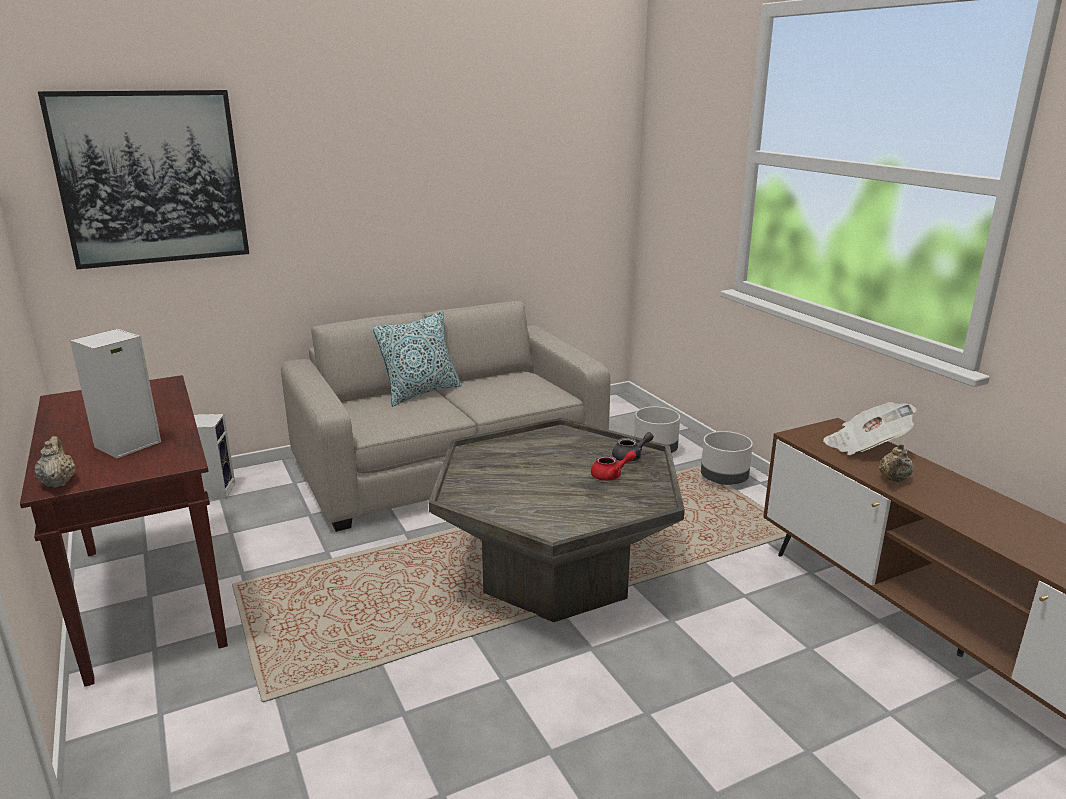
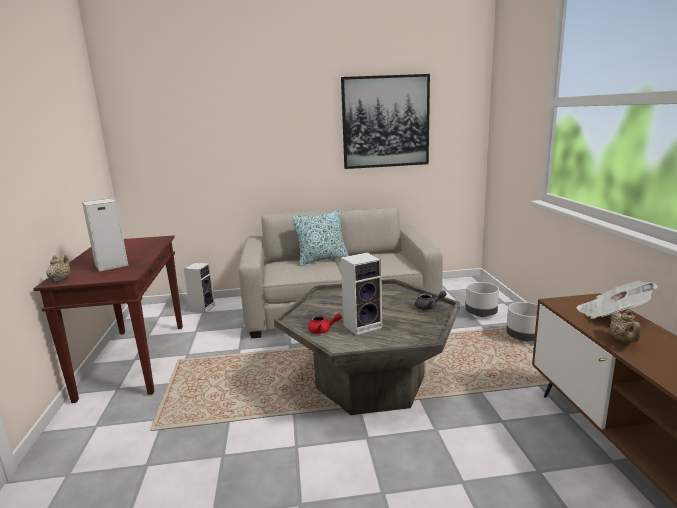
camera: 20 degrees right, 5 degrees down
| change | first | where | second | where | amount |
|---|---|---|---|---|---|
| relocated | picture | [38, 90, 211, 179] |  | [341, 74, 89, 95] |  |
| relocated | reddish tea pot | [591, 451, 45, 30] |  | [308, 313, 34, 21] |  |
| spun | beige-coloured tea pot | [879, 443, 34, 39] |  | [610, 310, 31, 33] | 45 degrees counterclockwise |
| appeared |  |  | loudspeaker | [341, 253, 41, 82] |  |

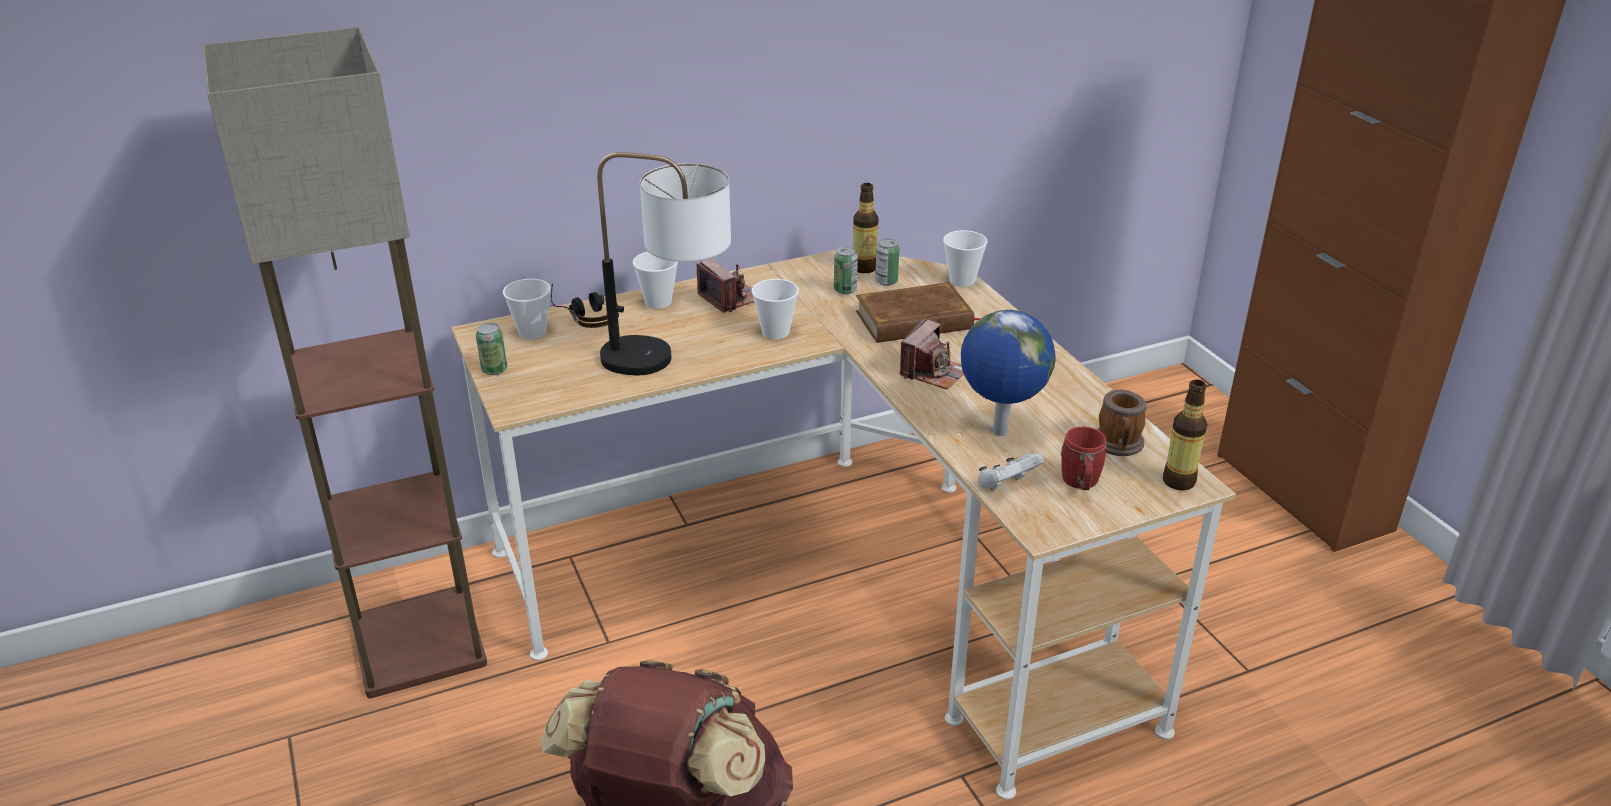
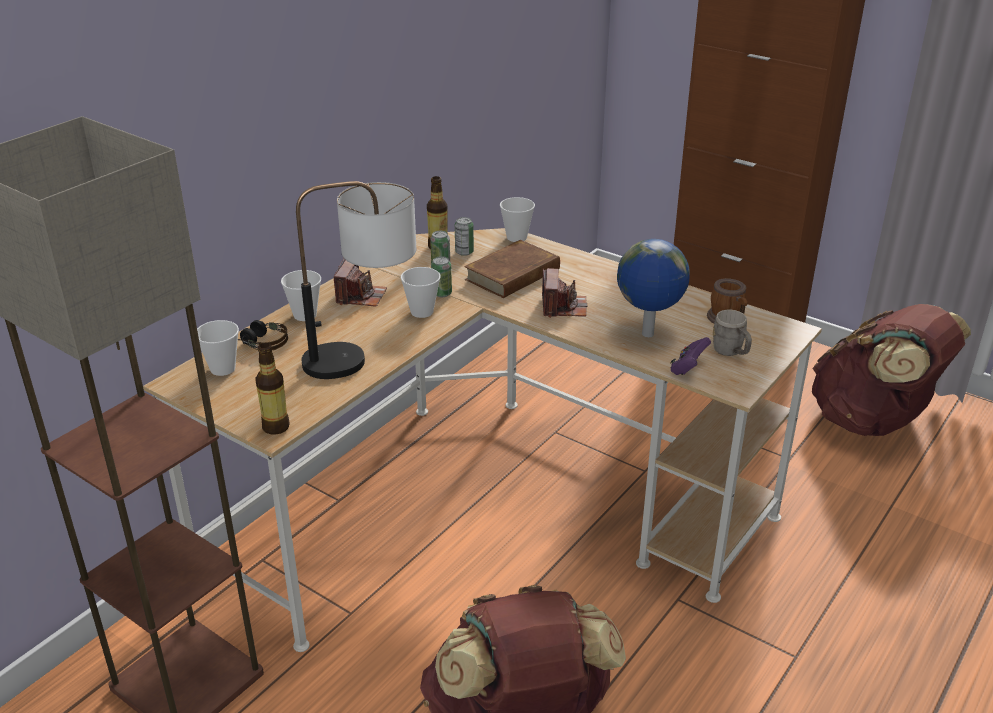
camera: 30 degrees left, 0 degrees up
| change | first | where | second | where | amount |
|---|---|---|---|---|---|
| relocated | sealed can | [476, 323, 31, 52] |  | [431, 256, 21, 41] |  |
| spun | photo camera | [697, 259, 57, 54] |  | [334, 258, 53, 49] | 75 degrees clockwise |
| colour | whitish gamepad | [978, 453, 66, 37] | purple gamepad | [670, 337, 41, 38] |  |
| colour | reddish mug | [1060, 427, 46, 63] | greyish mug | [713, 310, 39, 46] |  |
| relocated | beverage bottle | [1163, 380, 45, 110] |  | [255, 343, 35, 92] |  |
| appeared |  |  | brownish knapsack | [812, 304, 159, 132] |  |

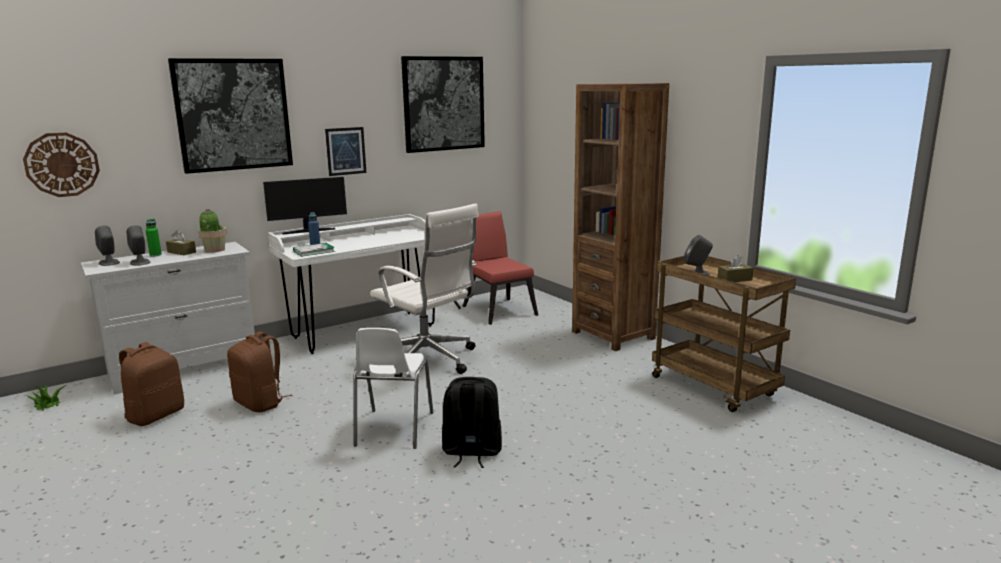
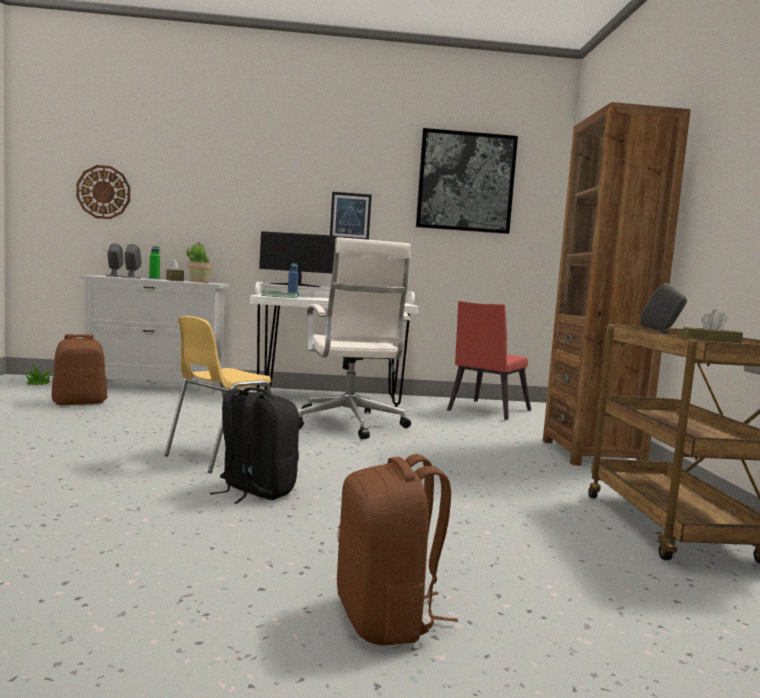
camera: 30 degrees right, 10 degrees down
| change | first | where | second | where | amount |
|---|---|---|---|---|---|
| missing | picture | [168, 58, 125, 116] |  |  |  |
| relocated | brownish knapsack | [227, 332, 65, 80] |  | [337, 454, 121, 192] |  |
| colour | whitish upright chair | [354, 328, 79, 121] | yellowish upright chair | [164, 316, 107, 157] |  |
| spun | reddish upright chair | [463, 211, 75, 114] |  | [447, 301, 84, 119] | 150 degrees counterclockwise |

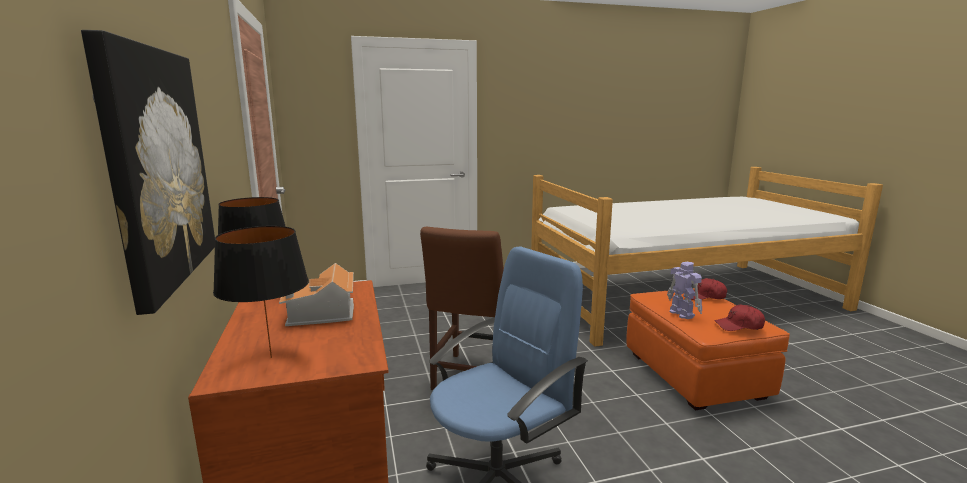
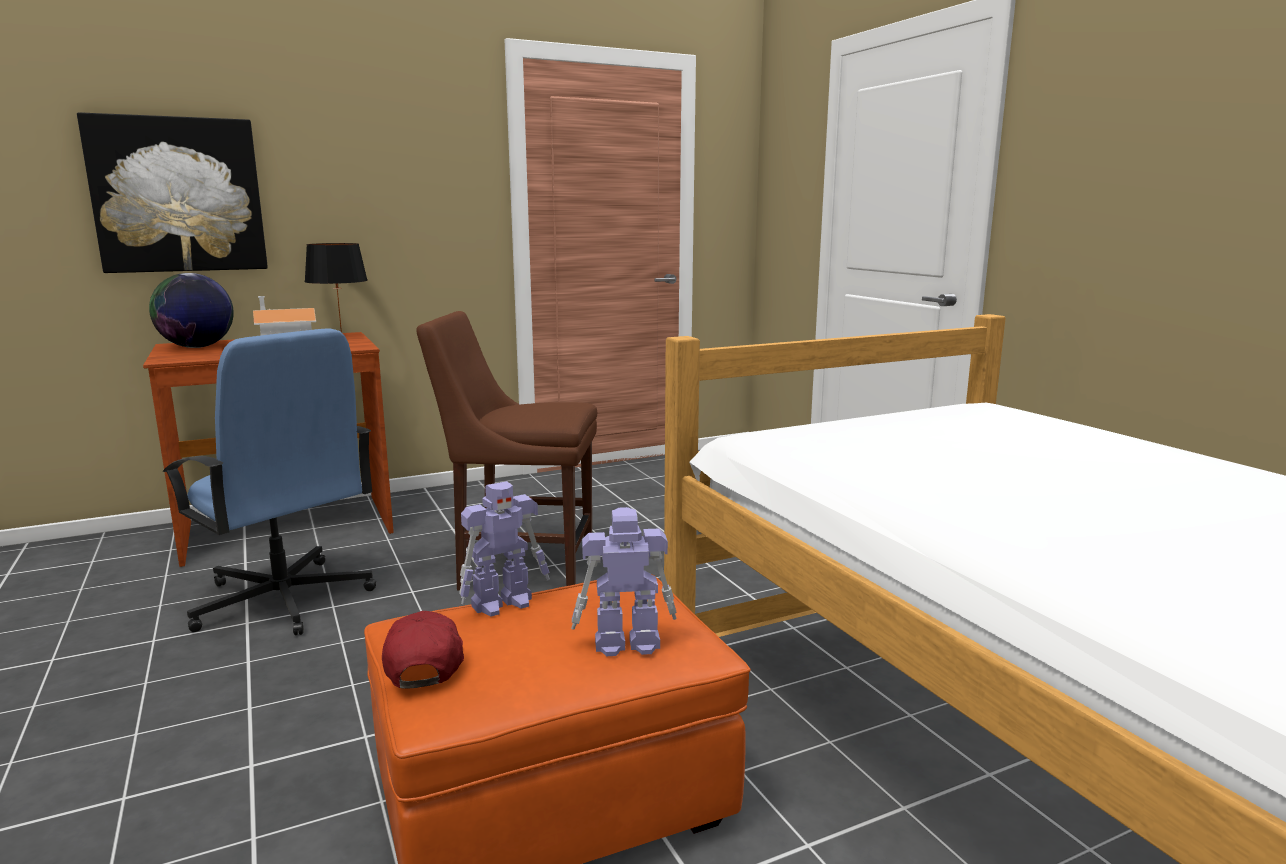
camera: 80 degrees right, 0 degrees up
| change | first | where | second | where | amount |
|---|---|---|---|---|---|
| exchanged | black table lamp | [213, 226, 96, 132] | world globe | [149, 273, 85, 75] |  |
| exchanged | reddish baseball cap | [692, 278, 35, 22] | model robot | [571, 507, 106, 149] |  |

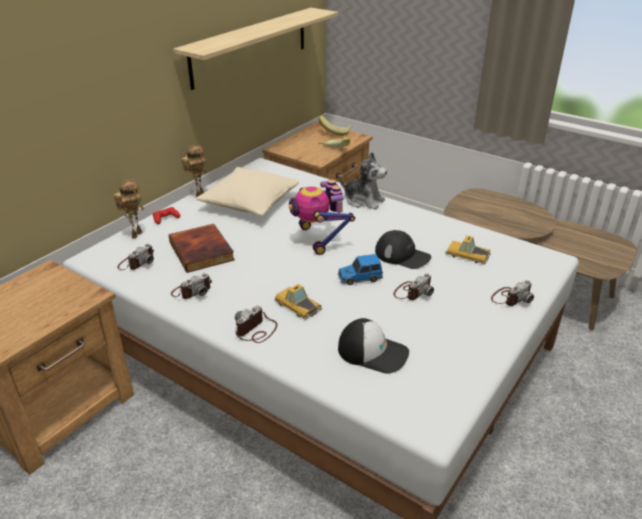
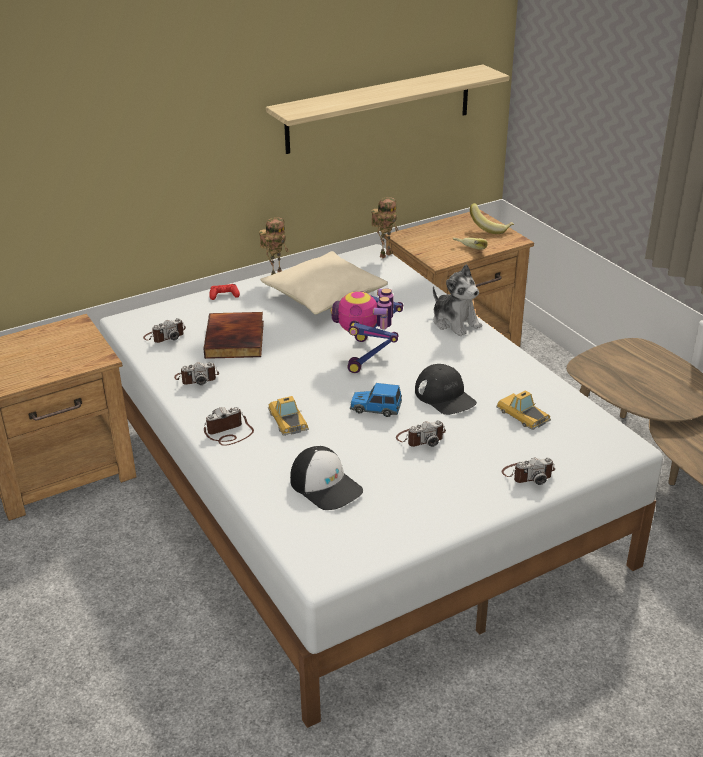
camera: 25 degrees right, 0 degrees up
| change | first | where | second | where | amount |
|---|---|---|---|---|---|
| relocated | model robot | [114, 179, 30, 60] |  | [371, 197, 27, 61] |  |

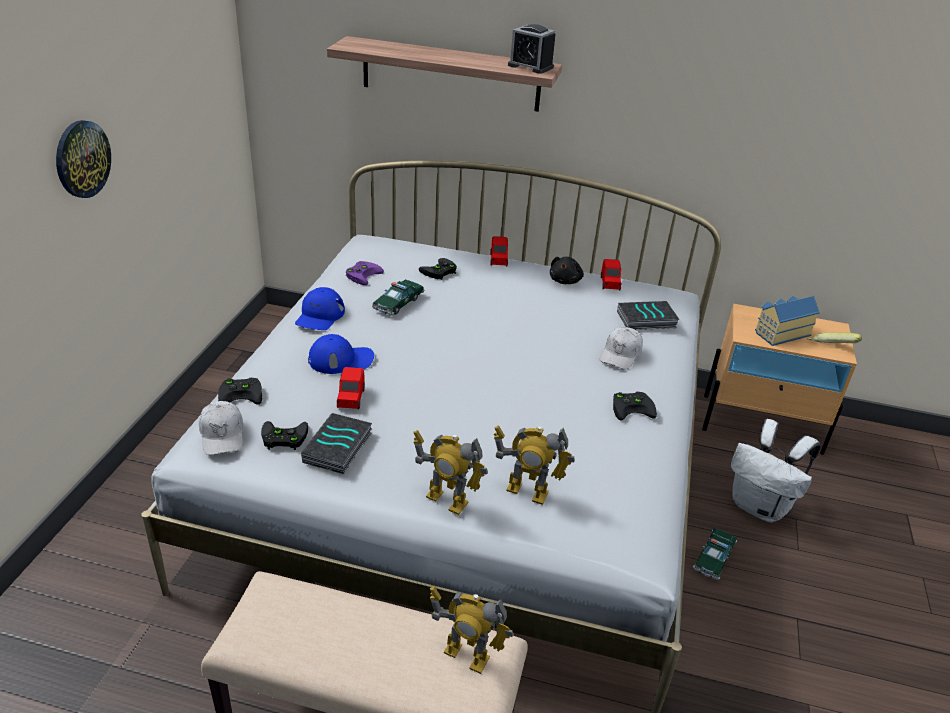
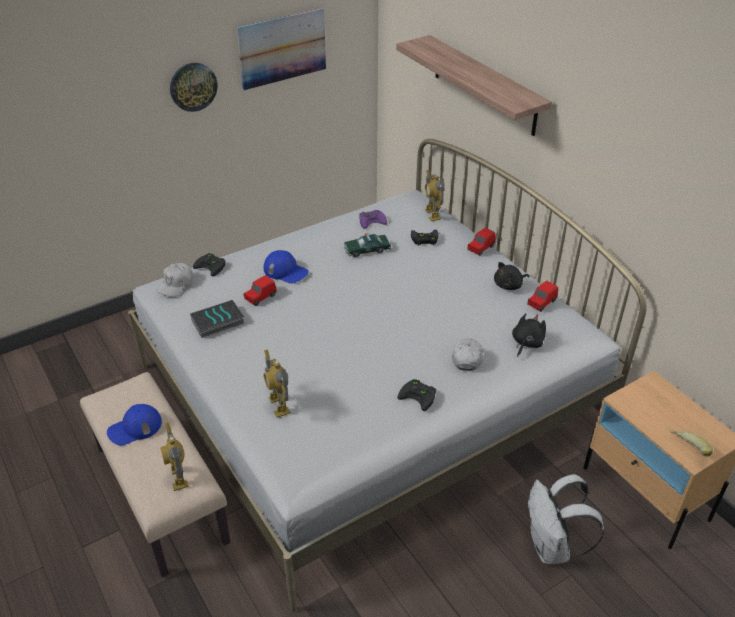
camera: 45 degrees right, 5 degrees up
| change | first | where | second | where | amount |
|---|---|---|---|---|---|
| missing | black gamepad | [261, 421, 47, 29] |  |  |  |
| relocated | bluish baseball cap | [295, 287, 50, 43] |  | [107, 404, 55, 42] |  |
| relocated | model robot | [413, 430, 75, 85] |  | [425, 170, 20, 51] |  |
| missing | bedside clock | [508, 24, 48, 50] |  |  |  |
| spun | whitish baseball cap | [600, 327, 43, 43] |  | [452, 339, 31, 32] | 120 degrees clockwise |
| exchanged | volume | [617, 301, 63, 29] | black plush toy | [512, 313, 34, 44] |  |
| missing | toy car | [693, 528, 44, 52] |  |  |  |
| missing | model house | [755, 296, 65, 50] |  |  |  |
| appeared |  |  | picture | [236, 8, 90, 82] |  |

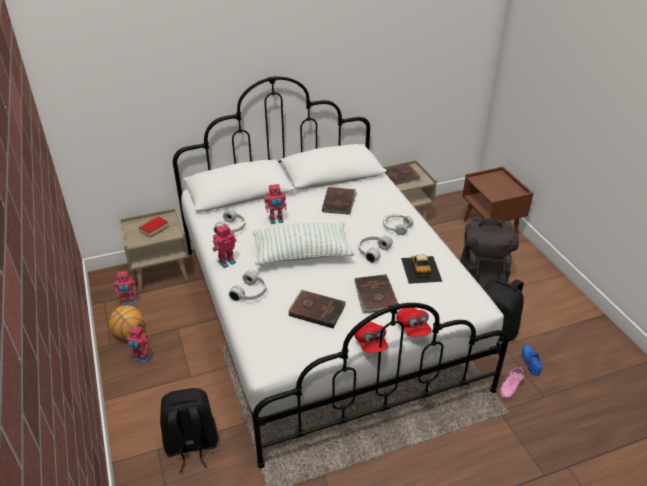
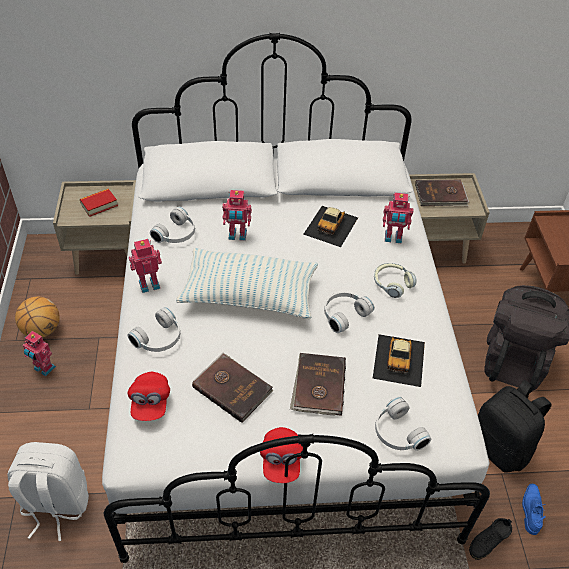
camera: 15 degrees right, 10 degrees up
| change | first | where | second | where | amount |
|---|---|---|---|---|---|
| relocated | model robot | [114, 271, 22, 34] |  | [383, 193, 30, 51] |  |
| colour | black knapsack | [160, 388, 58, 85] | whitish knapsack | [7, 442, 82, 99] |  |
| exchanged | brownish volume | [322, 187, 35, 28] | toy car | [303, 206, 55, 41] |  |
| relocated | reddish baseball cap | [396, 308, 36, 29] |  | [128, 372, 42, 49] |  |
| colour | pink low shoe | [500, 367, 24, 33] | black low shoe | [469, 518, 43, 42] |  |
| appeared |  |  | whitish headphones | [375, 397, 56, 54] |  |

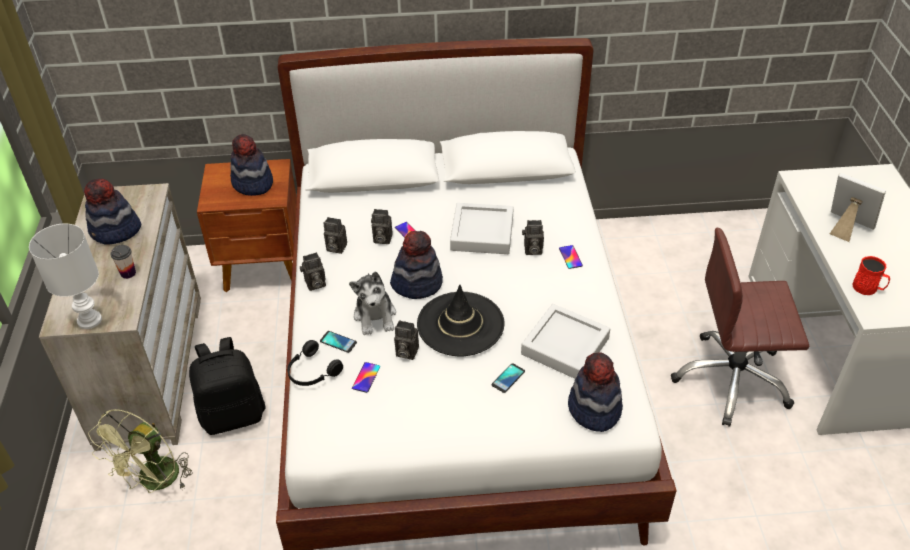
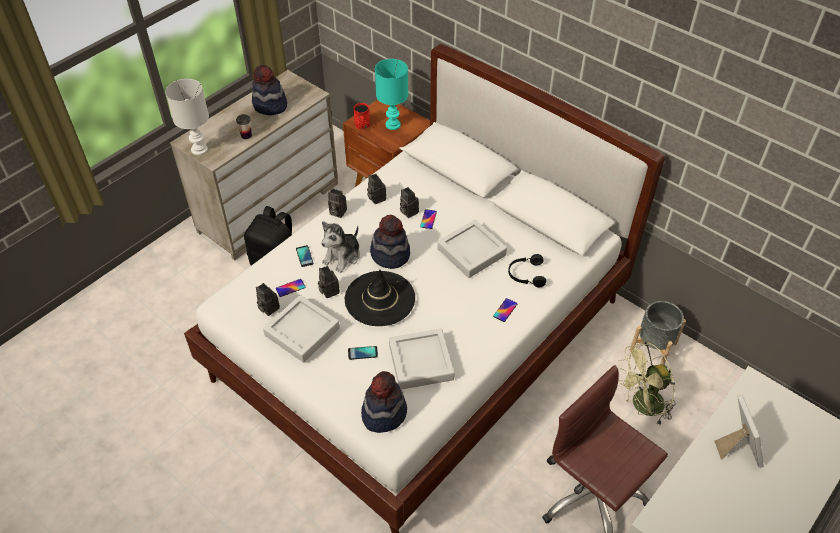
camera: 45 degrees right, 5 degrees up
| change | first | where | second | where | amount |
|---|---|---|---|---|---|
| relocated | greenish fan | [88, 409, 105, 84] |  | [618, 342, 57, 84] |  |
| exchanged | clothing hat | [230, 134, 43, 62] | turquoise-coloured table lamp | [375, 59, 33, 71] |  |
| relocated | black headphones | [287, 340, 56, 46] |  | [508, 254, 38, 34] |  |
| relocated | photo camera | [522, 220, 22, 35] |  | [256, 283, 24, 33] |  |
| relocated | reddish mug | [852, 256, 38, 39] |  | [354, 103, 16, 26] |  |
| appeared |  |  | greyish serving tray | [263, 295, 77, 68] |  |
| appeared |  |  | greyish planter | [630, 301, 56, 64] |  |

